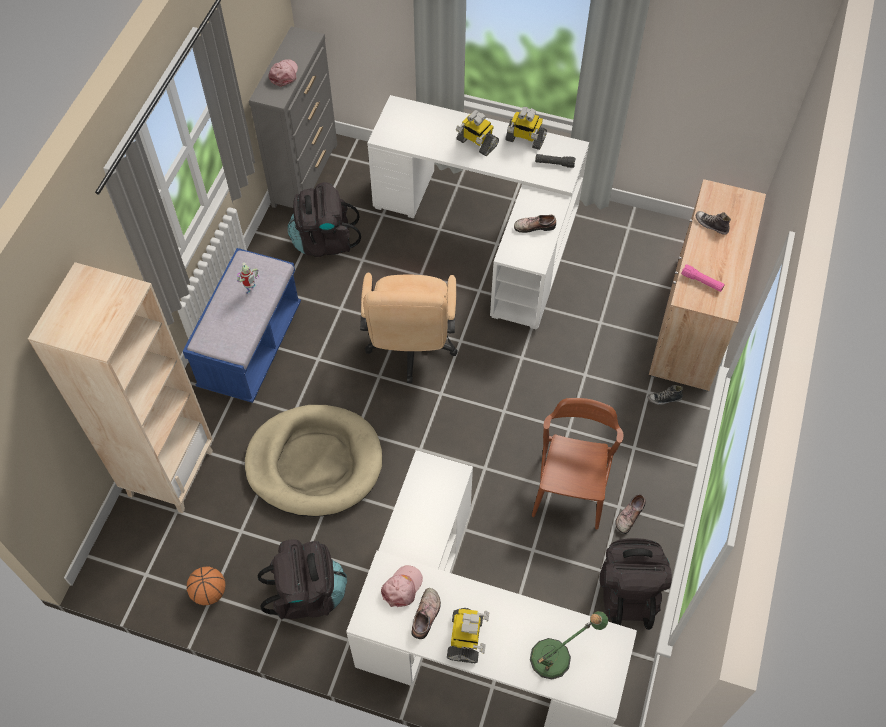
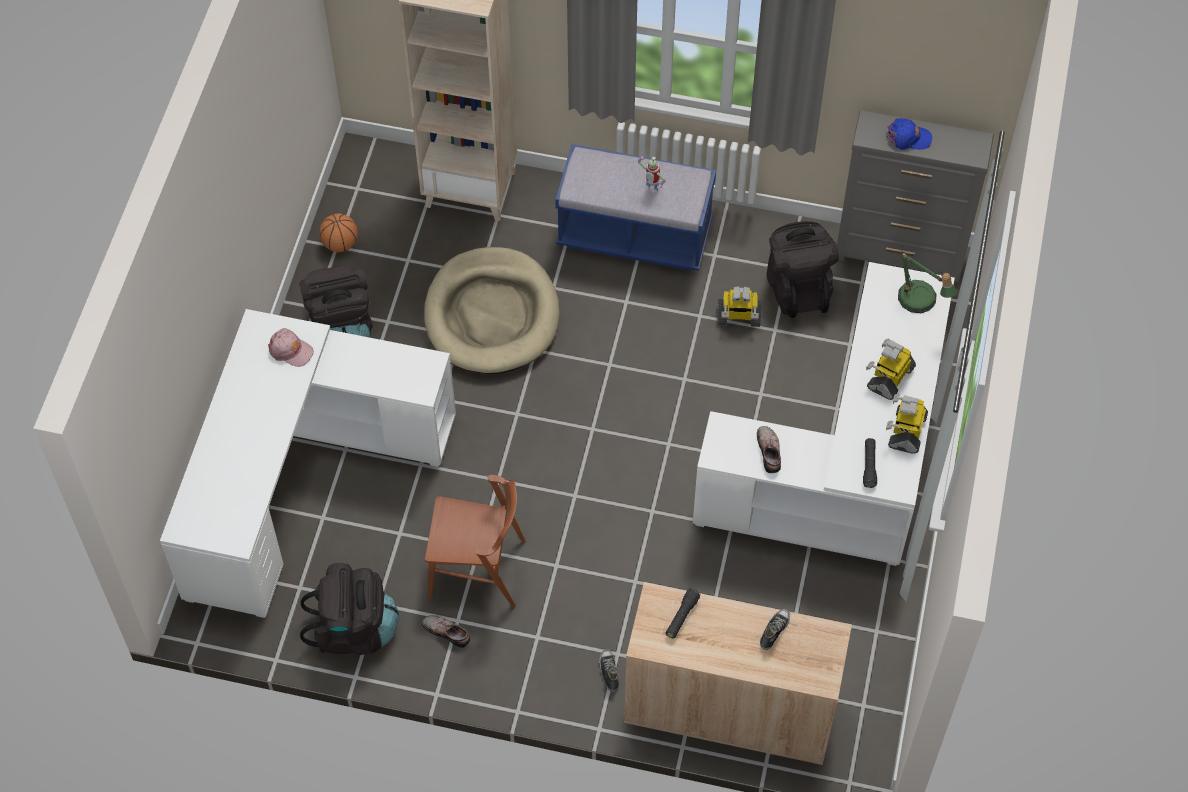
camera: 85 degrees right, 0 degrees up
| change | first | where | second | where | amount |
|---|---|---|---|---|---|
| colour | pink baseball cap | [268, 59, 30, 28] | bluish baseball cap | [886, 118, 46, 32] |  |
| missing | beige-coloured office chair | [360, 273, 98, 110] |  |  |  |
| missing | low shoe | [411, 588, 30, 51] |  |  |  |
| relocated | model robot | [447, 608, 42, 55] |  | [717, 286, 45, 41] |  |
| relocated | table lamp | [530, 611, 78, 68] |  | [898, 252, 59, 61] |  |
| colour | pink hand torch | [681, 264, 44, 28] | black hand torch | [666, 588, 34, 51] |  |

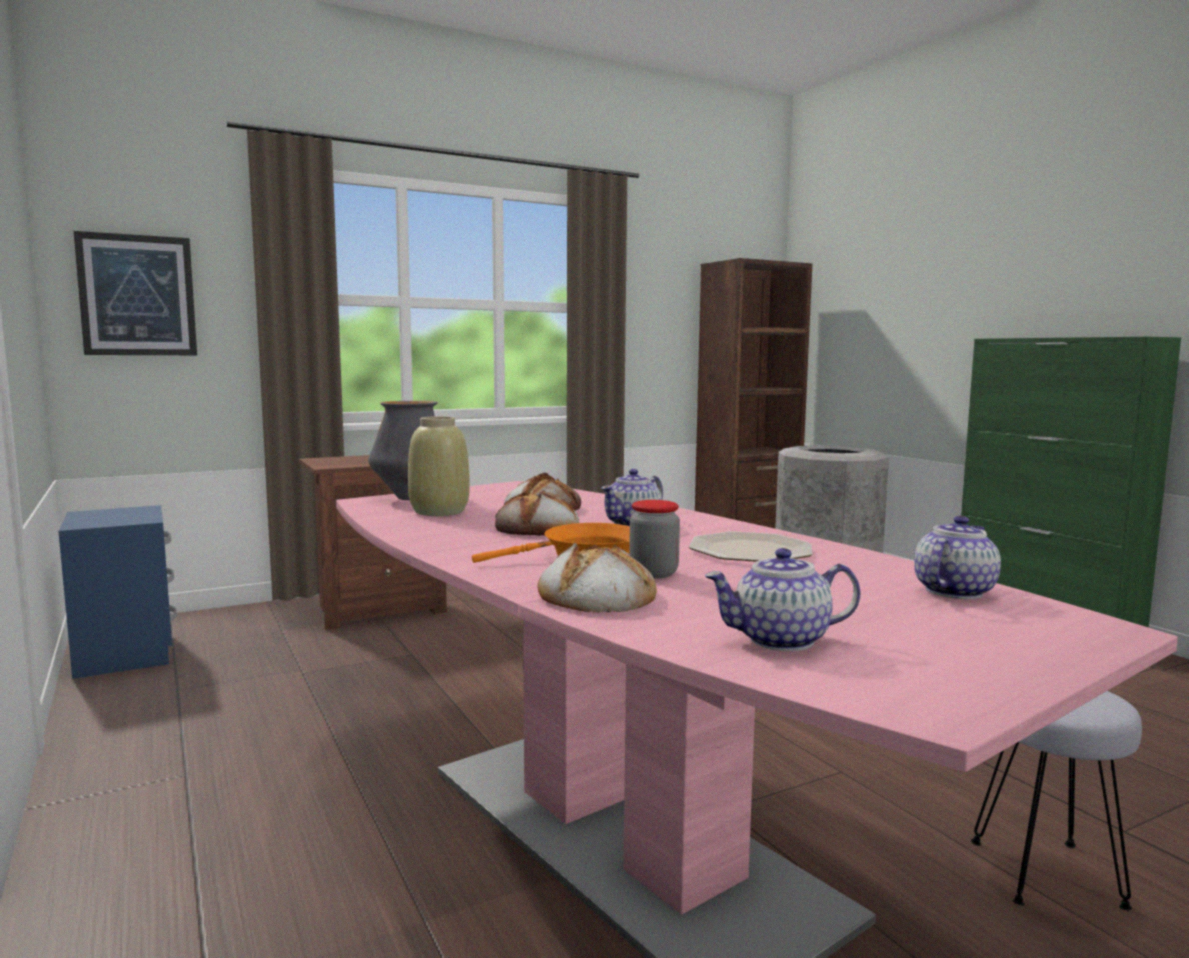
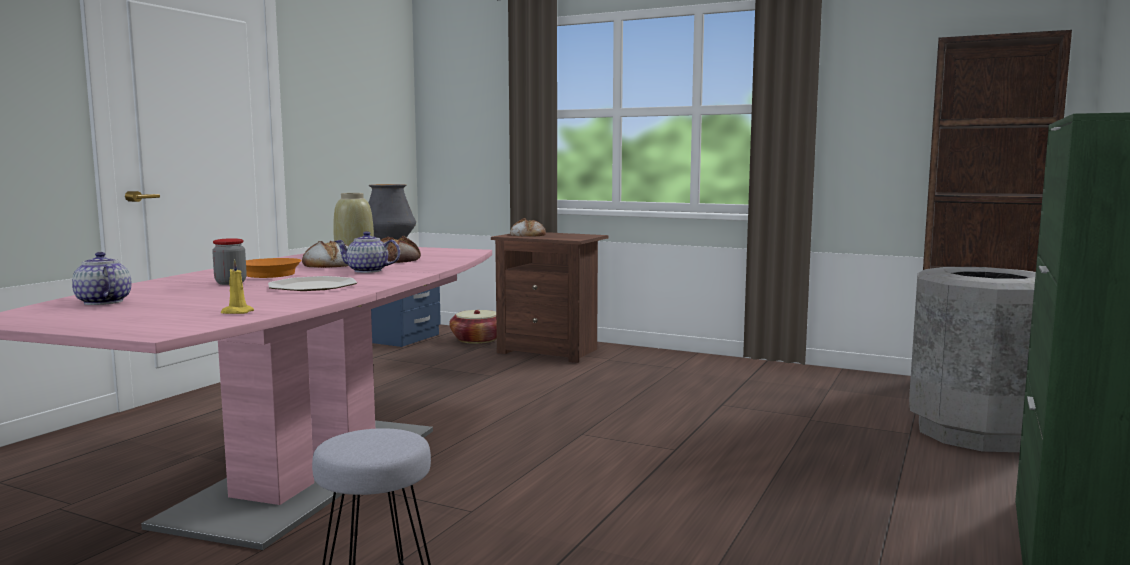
camera: 55 degrees right, 0 degrees up
| change | first | where | second | where | amount |
|---|---|---|---|---|---|
| missing | picture | [74, 231, 123, 124] |  |  |  |
| relocated | bakery bread | [538, 543, 118, 70] |  | [510, 218, 36, 19] |  |
| exchanged | tea pot | [914, 516, 87, 83] | yellowish wax candle | [220, 259, 34, 55] |  |
| appeared |  |  | household basket | [449, 310, 48, 34] |  |

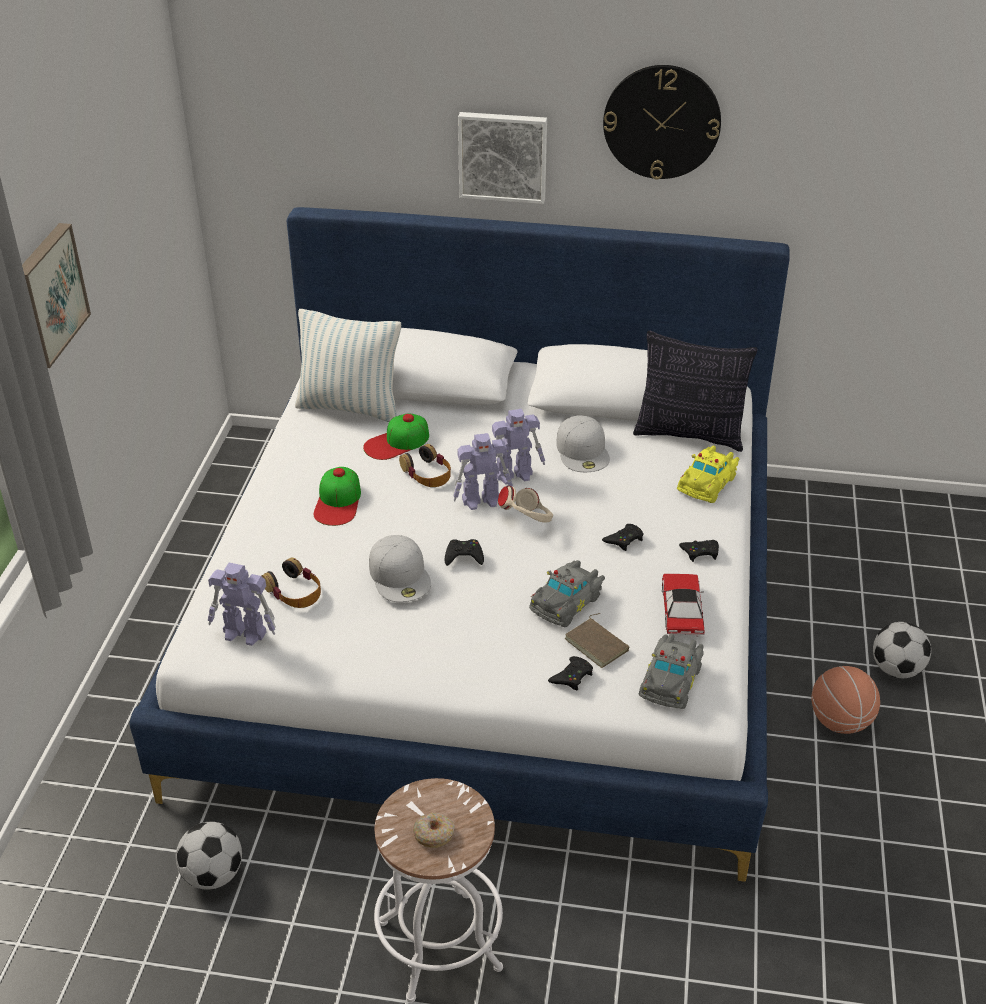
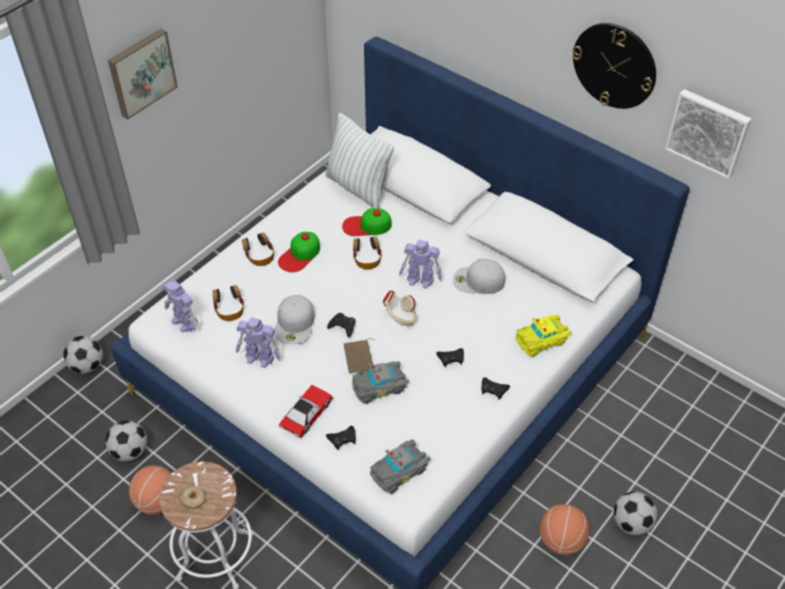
camera: 30 degrees right, 10 degrees up
| change | first | where | second | where | amount |
|---|---|---|---|---|---|
| relocated | model robot | [453, 433, 60, 77] |  | [236, 317, 45, 51] |  |
| relocated | picture | [458, 112, 89, 92] |  | [665, 89, 87, 91] |  |
| spun | whitish baseball cap | [556, 416, 54, 56] |  | [453, 259, 52, 35] | 75 degrees clockwise |
| relocated | brownish volume | [564, 613, 66, 55] |  | [344, 338, 31, 35] |  |
| missing | pillow | [633, 330, 125, 122] |  |  |  |
| relocated | toy car | [661, 574, 44, 63] |  | [279, 385, 54, 53] |  |
| appeared |  |  | ball for football | [63, 336, 40, 38] |  |
| appeared |  |  | basketball | [129, 465, 43, 50] |  |
| appeared |  |  | headphones | [242, 232, 32, 34] |  |

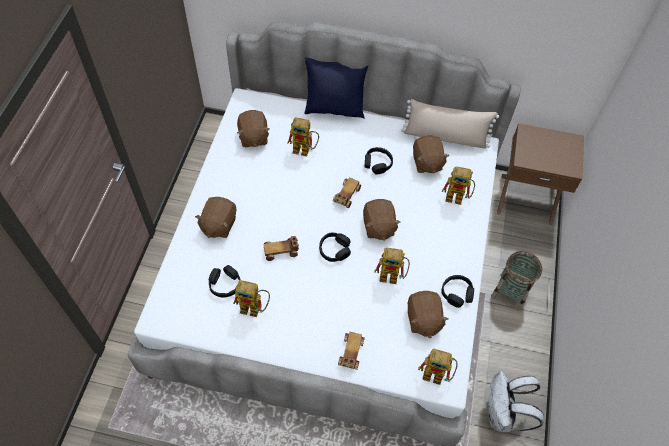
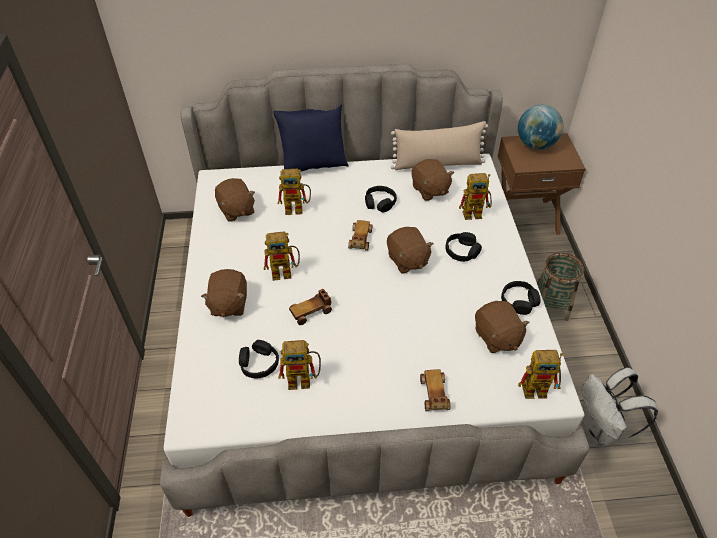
camera: 15 degrees left, 10 degrees down
| change | first | where | second | where | amount |
|---|---|---|---|---|---|
| relocated | black headphones | [319, 233, 32, 29] |  | [446, 232, 36, 30] |  |
| relocated | model robot | [374, 248, 36, 36] |  | [264, 231, 36, 50] |  |
| appeared |  |  | world globe | [518, 105, 45, 45] |  |

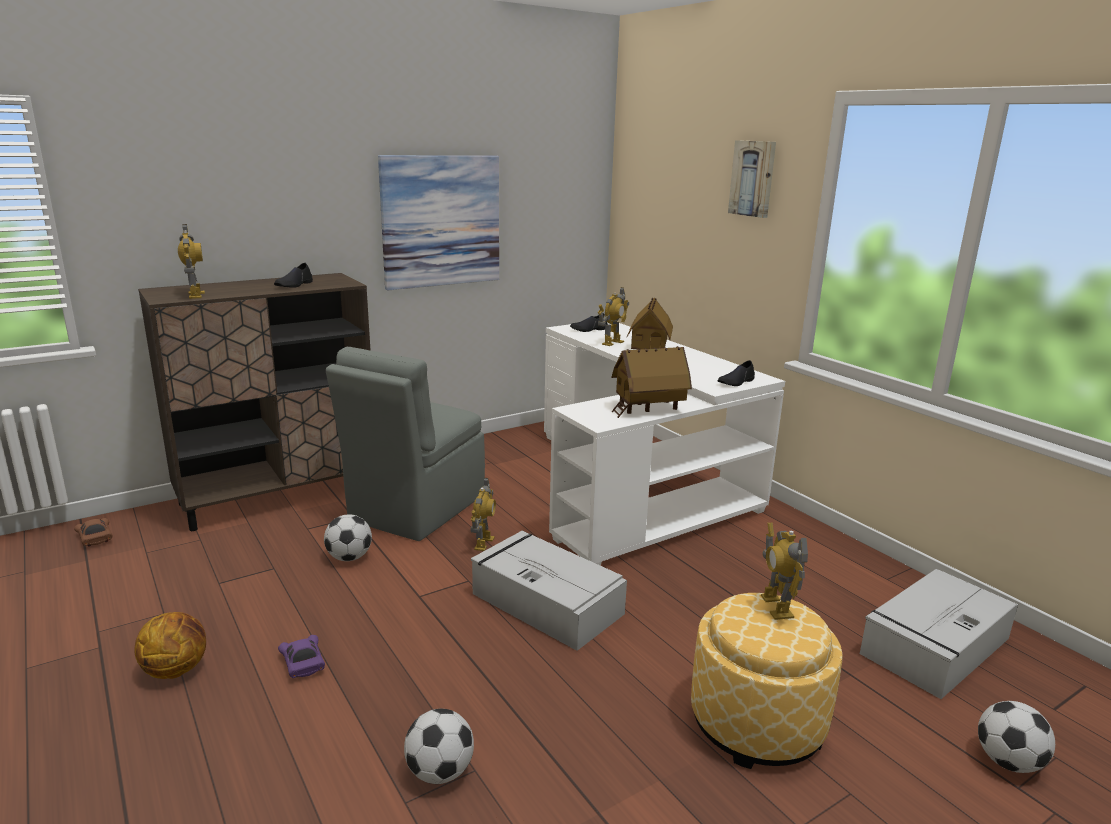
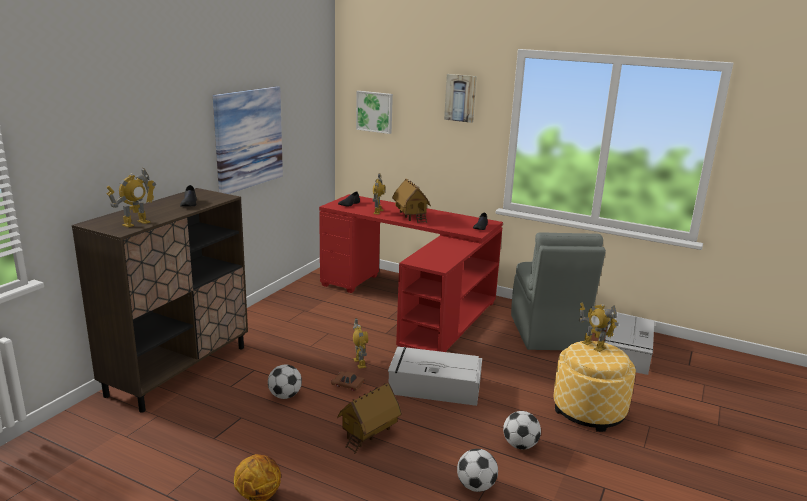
camera: 30 degrees left, 0 degrees up
| change | first | where | second | where | amount |
|---|---|---|---|---|---|
| relocated | brownish toy car | [74, 518, 38, 28] |  | [331, 371, 33, 20] |  |
| spun | model robot | [178, 224, 27, 75] |  | [106, 168, 50, 59] | 90 degrees clockwise |
| missing | purple toy car | [278, 635, 47, 43] |  |  |  |
| relocated | greyish upright chair | [326, 347, 159, 194] |  | [511, 232, 95, 118] |  |
| colour | whitish desk | [544, 322, 241, 244] | reddish desk | [319, 194, 184, 158] |  |
| relocated | model house | [611, 346, 81, 72] |  | [337, 383, 65, 71] |  |
| relocated | ball for football | [978, 701, 77, 72] |  | [503, 411, 38, 38] |  |
| appeared |  |  | picture | [356, 91, 37, 43] |  |

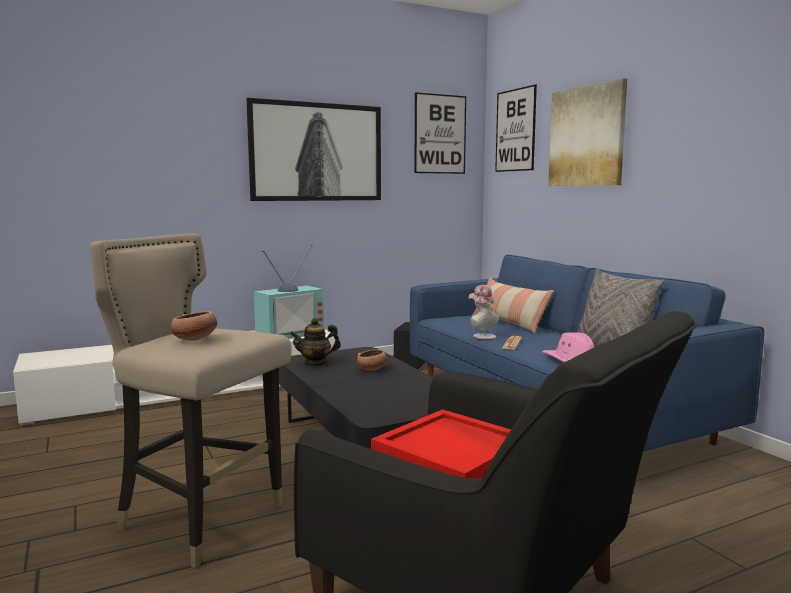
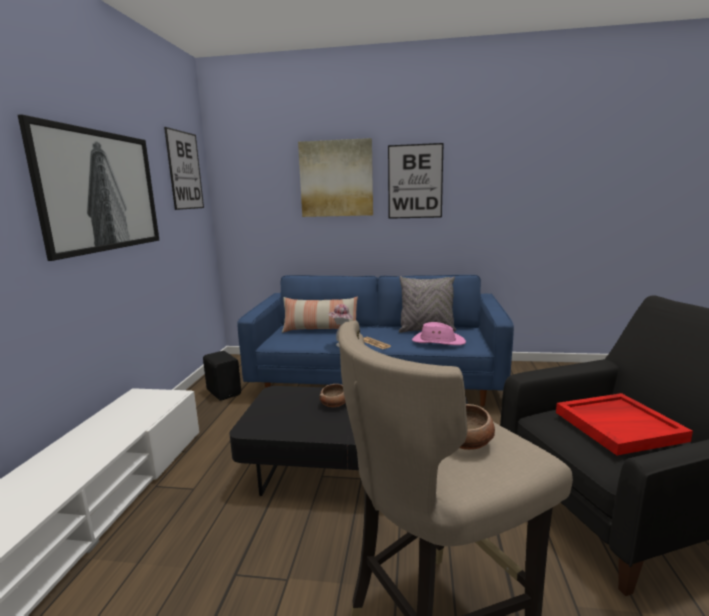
camera: 55 degrees left, 5 degrees up
| change | first | where | second | where | amount |
|---|---|---|---|---|---|
| missing | TV | [254, 243, 70, 96] |  |  |  |
| missing | tea pot | [290, 318, 51, 49] |  |  |  |
| relocated | picture | [495, 85, 42, 87] |  | [388, 143, 56, 76] |  |

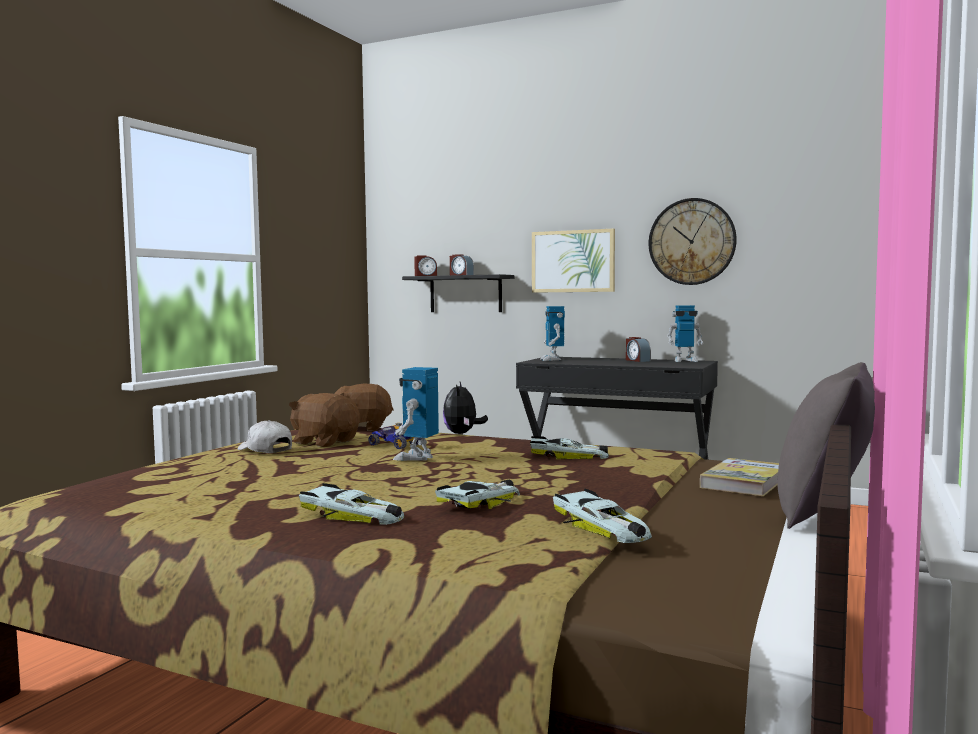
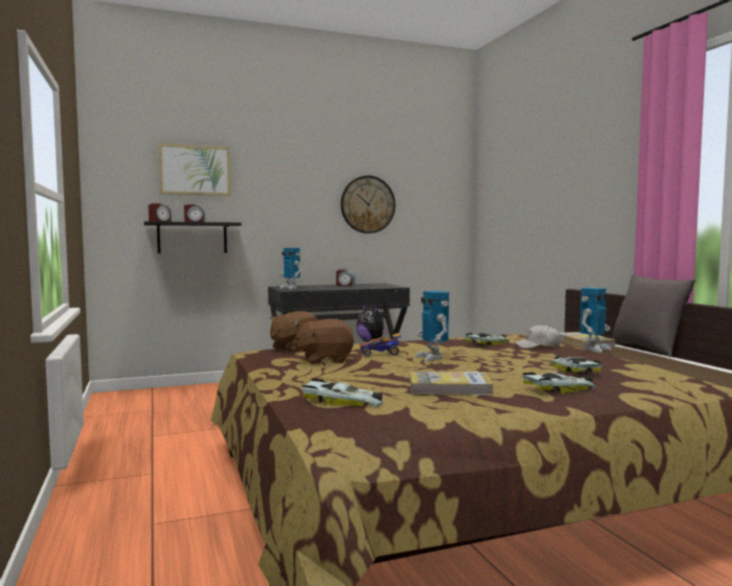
camera: 45 degrees left, 0 degrees up
| change | first | where | second | where | amount |
|---|---|---|---|---|---|
| relocated | whitish baseball cap | [237, 420, 55, 33] |  | [514, 324, 47, 24] |  |
| relocated | picture | [532, 229, 83, 64] |  | [159, 143, 72, 53] |  |
| relocated | toy car | [553, 489, 99, 54] |  | [302, 379, 81, 28] |  |
| relocated | model robot | [667, 305, 36, 57] |  | [580, 287, 32, 66] |  |
| appeared |  |  | volume | [410, 371, 84, 24] |  |

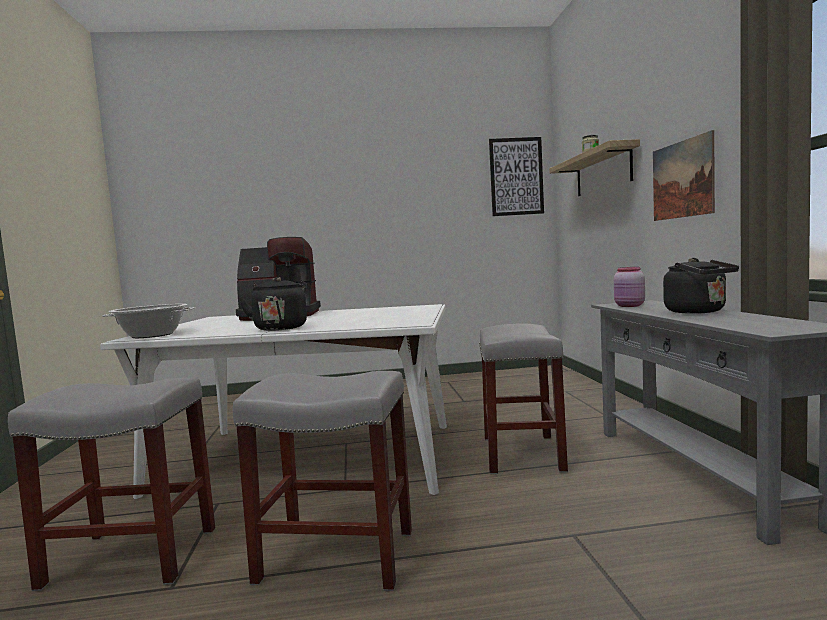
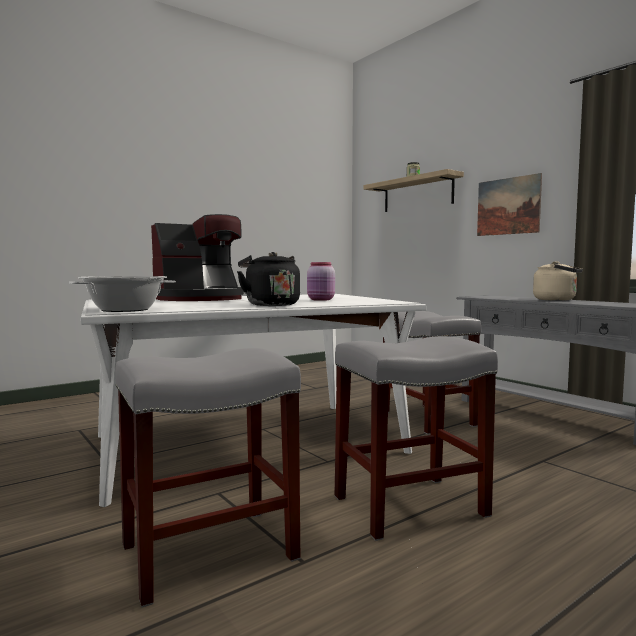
camera: 30 degrees left, 0 degrees up
| change | first | where | second | where | amount |
|---|---|---|---|---|---|
| missing | picture | [489, 137, 55, 79] |  |  |  |
| relocated | pink jar | [614, 267, 31, 40] |  | [307, 262, 28, 39] |  |
| colour | black water kettle | [663, 258, 76, 56] | beige-coloured water kettle | [533, 261, 50, 40] |  |

